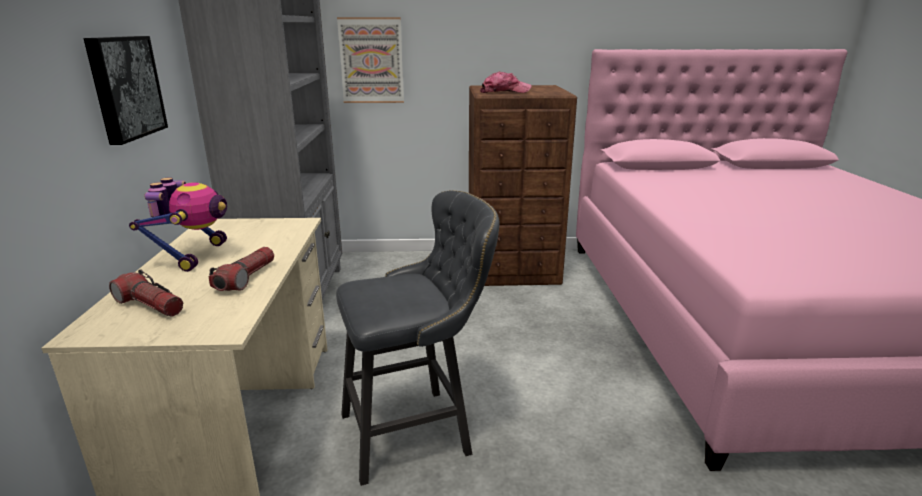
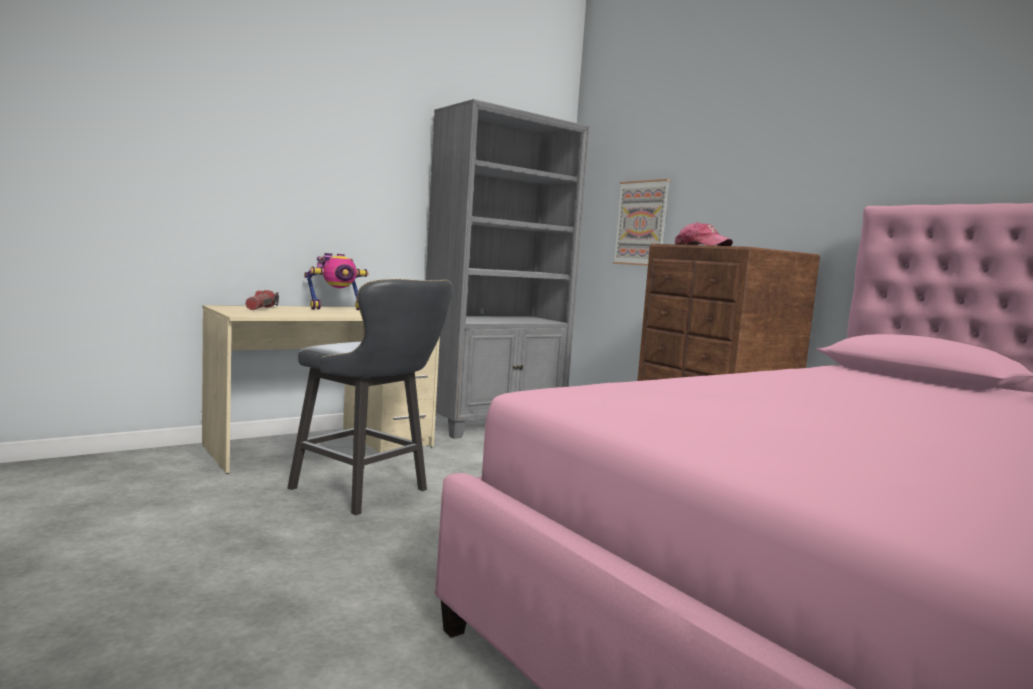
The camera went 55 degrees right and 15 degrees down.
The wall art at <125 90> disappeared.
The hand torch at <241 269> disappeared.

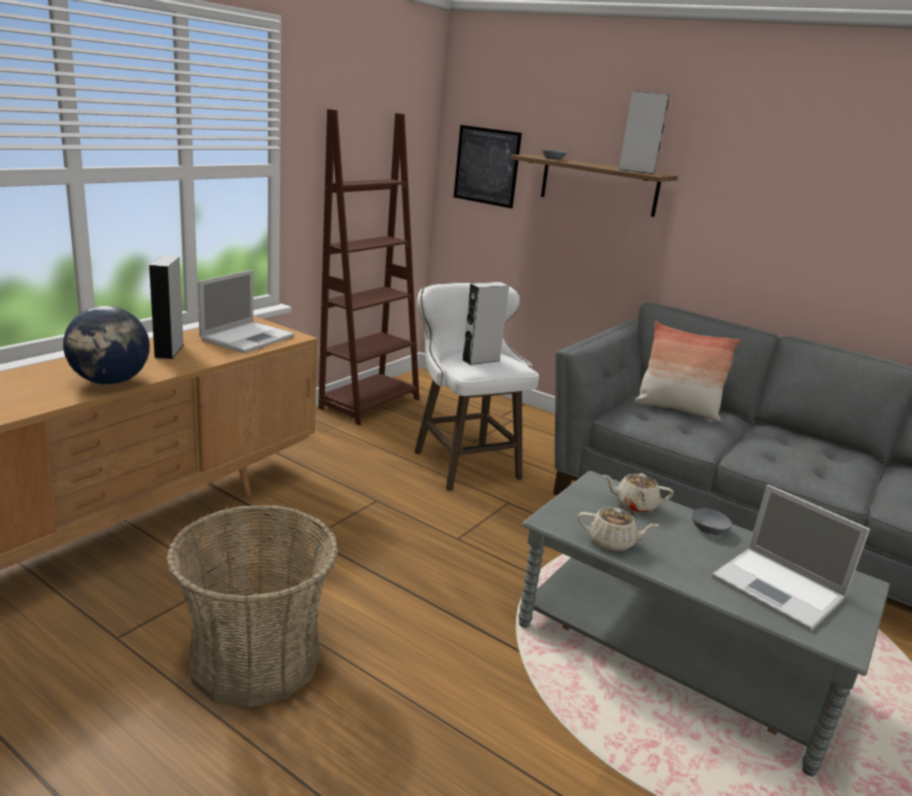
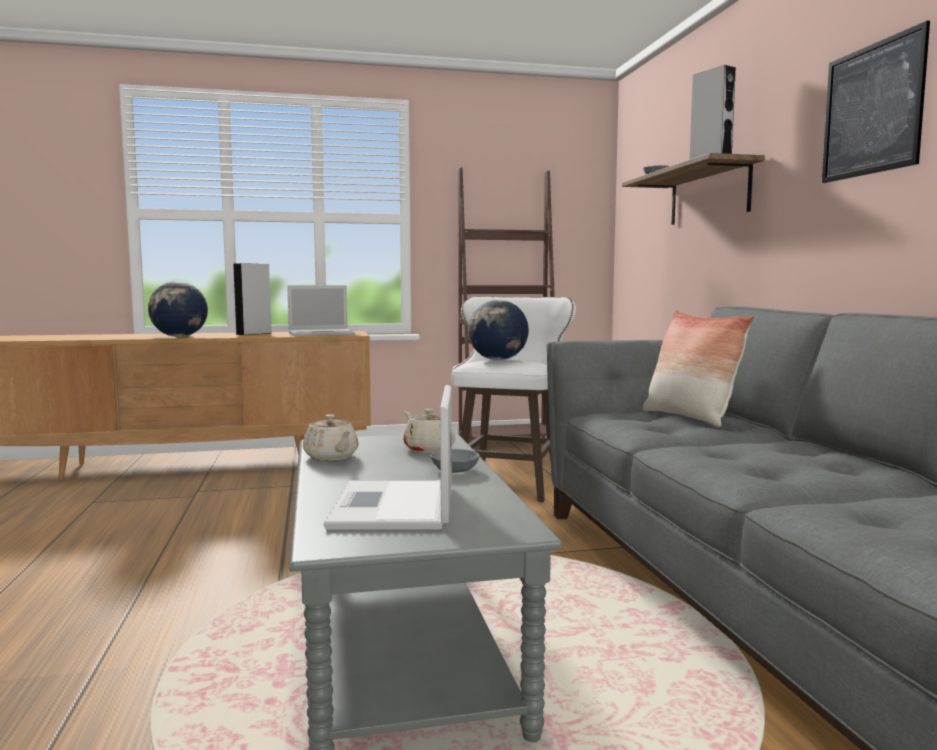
The camera went 45 degrees right and 15 degrees down.
The wall art moved from <488 166> to <876 102>.
The gray loudspeaker at <485 323> was replaced by the world globe at <498 330>.
The basket at <252 605> disappeared.

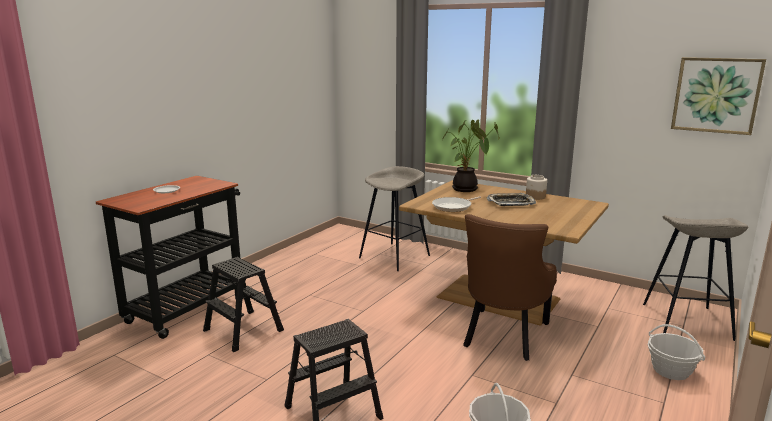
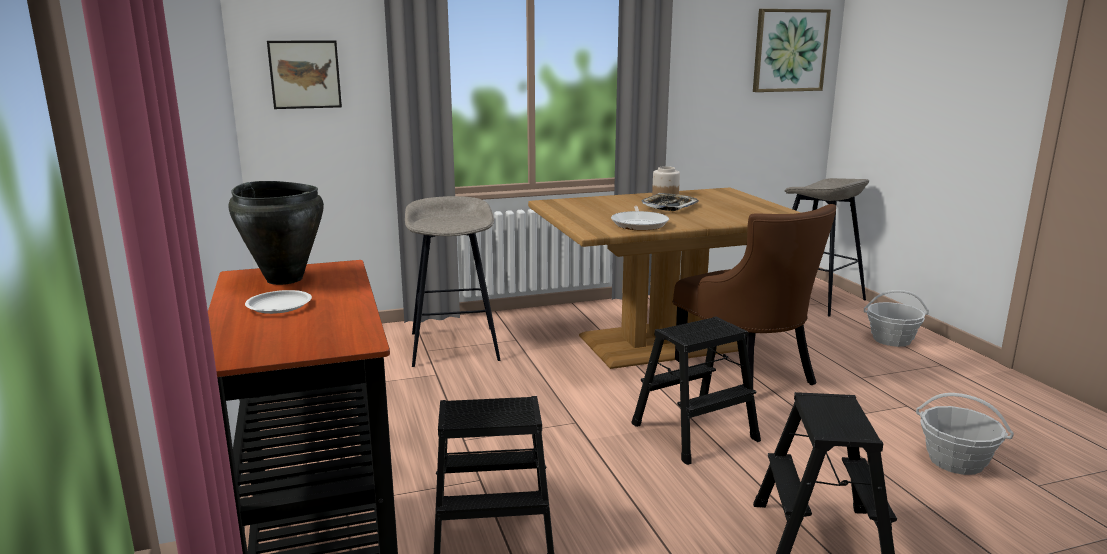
The camera went 50 degrees left and 0 degrees up.
The houseplant at <471 156> disappeared.
The wall art at <304 75> appeared.
The black stockpot at <276 233> appeared.
The black step stool at <696 390> appeared.

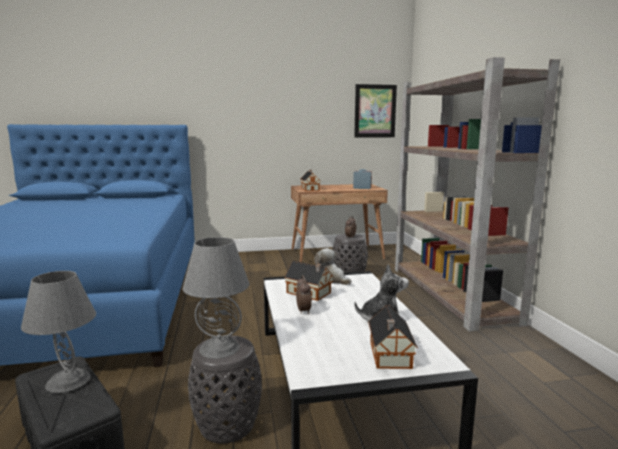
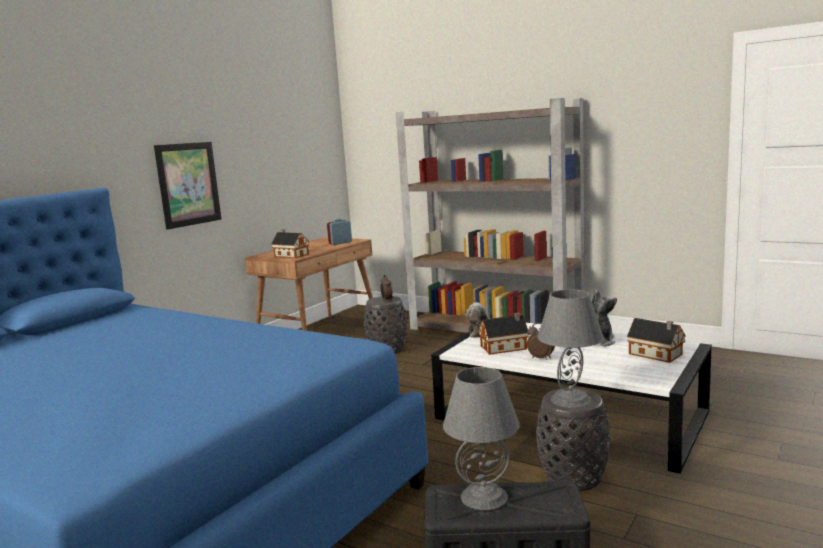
The camera went 45 degrees left and 0 degrees up.
The wall art moved from <375 110> to <187 186>.

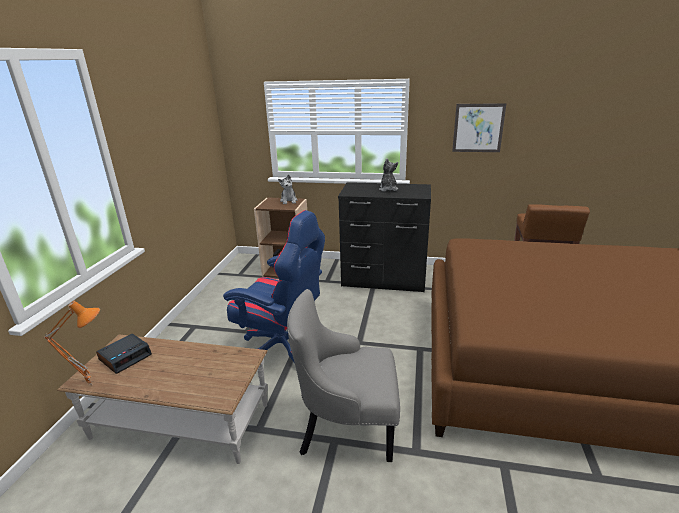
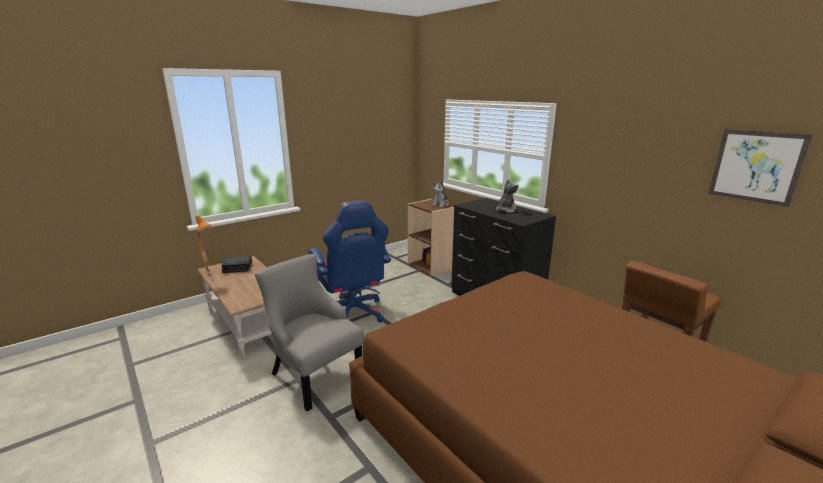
The camera went 40 degrees right and 5 degrees down.
The wall art moved from <479 127> to <760 168>.

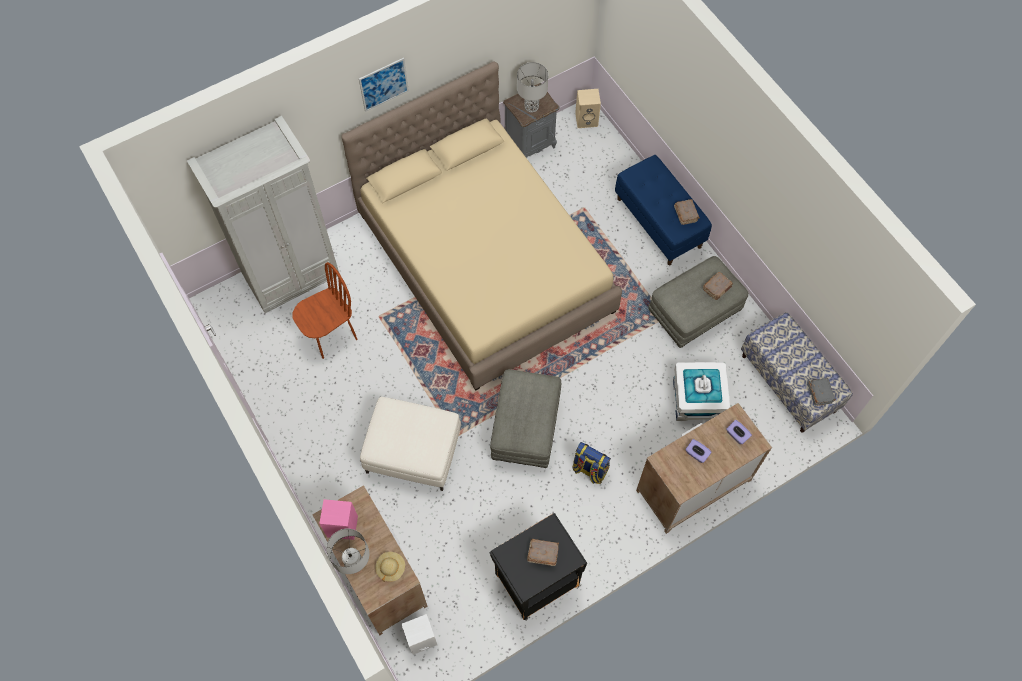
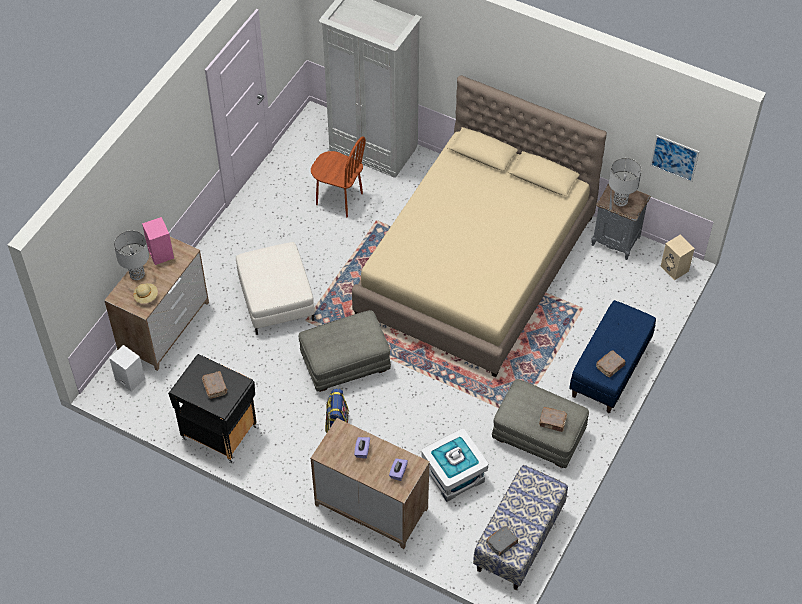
The camera went 60 degrees right and 10 degrees down.
The wall art moved from <384 85> to <674 158>.

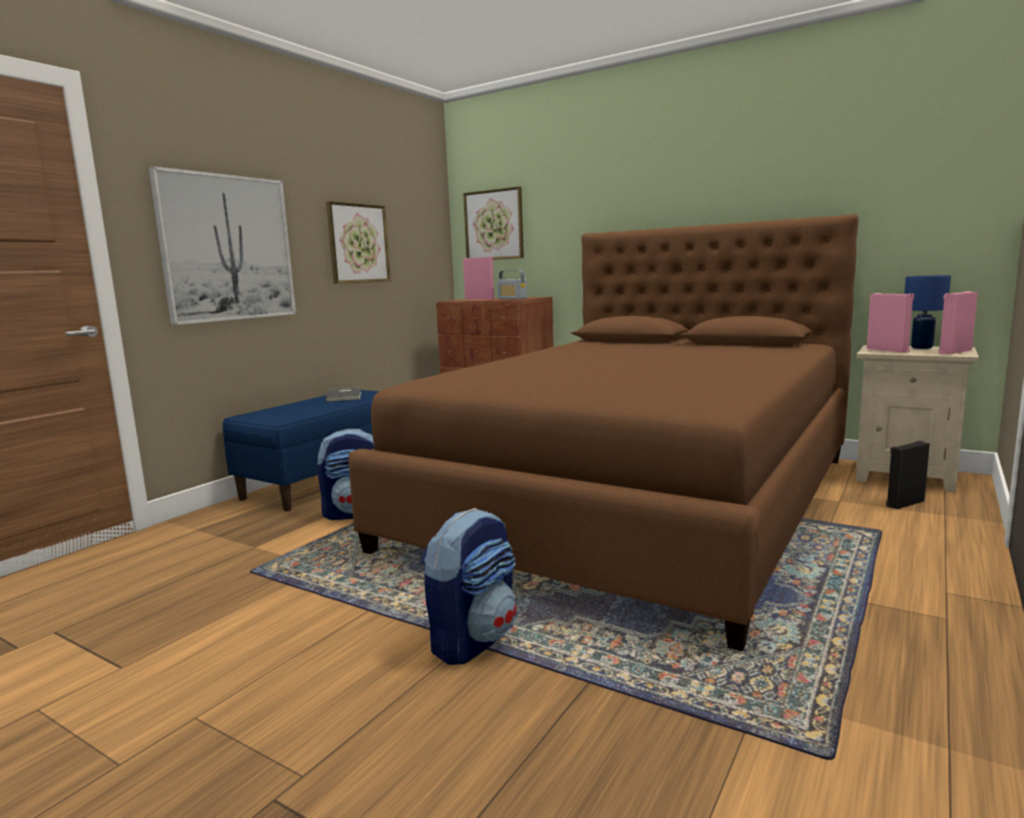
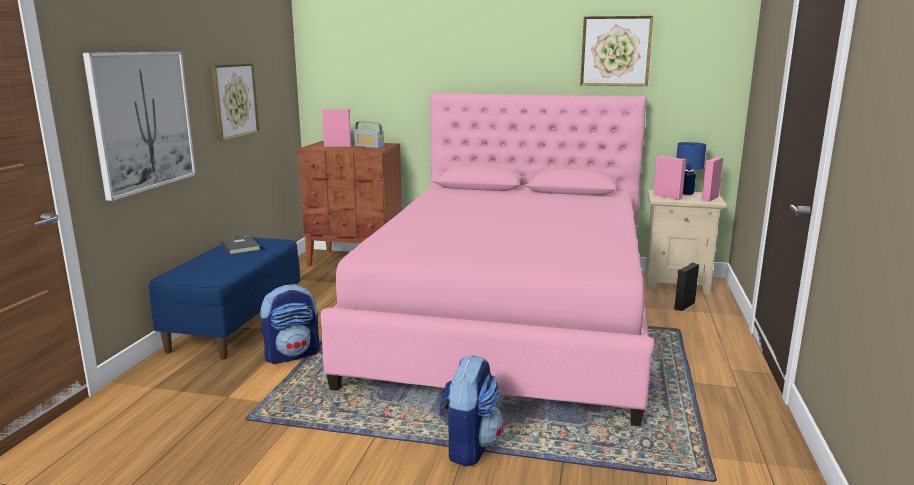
The camera went 20 degrees left and 5 degrees up.
The wall art moved from <493 223> to <616 51>.
The brown bedroom bed at <603 432> became the pink-coloured bedroom bed at <487 259>.

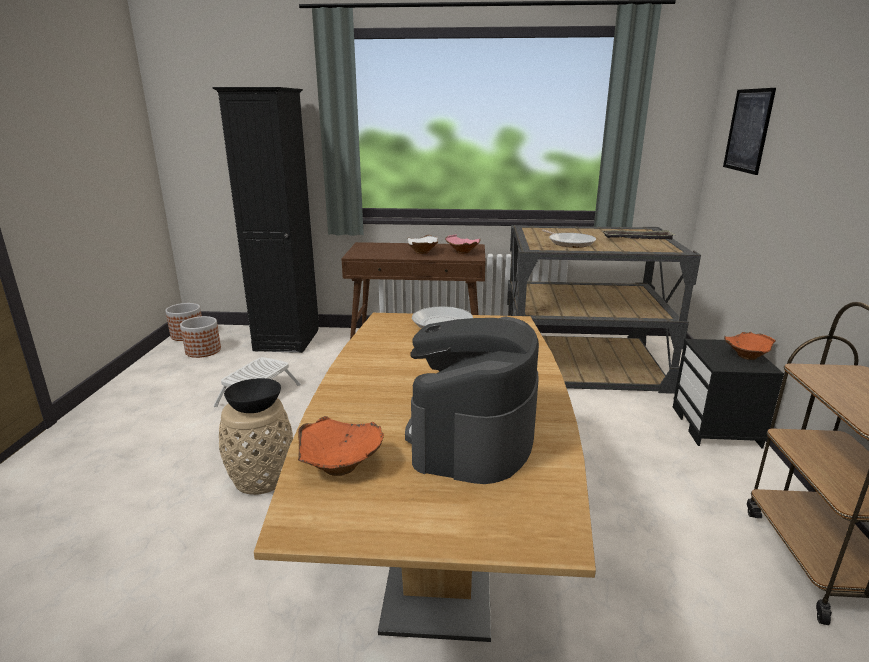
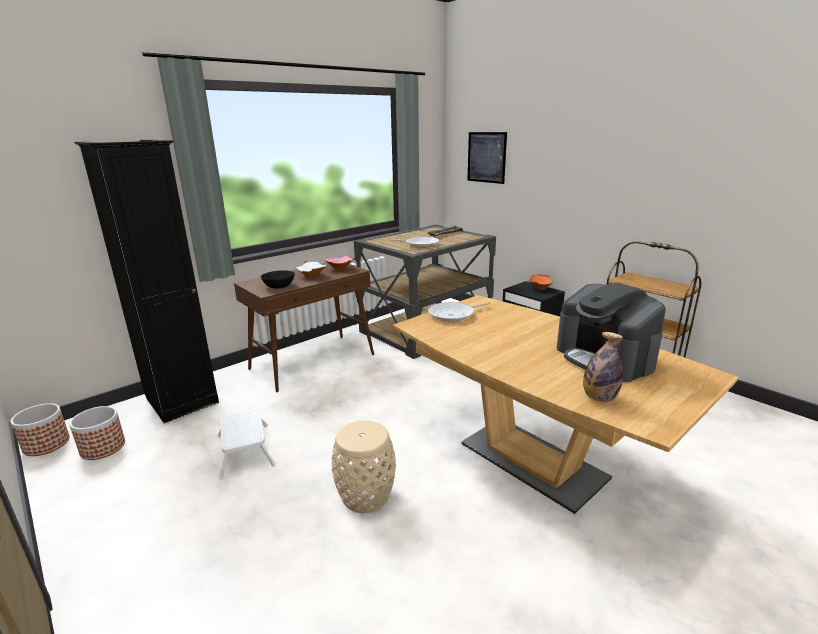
The camera went 45 degrees left and 0 degrees up.
The black serving bowl moved from <252 395> to <278 279>.
The orangey serving bowl at <341 446> was replaced by the bottle at <603 367>.

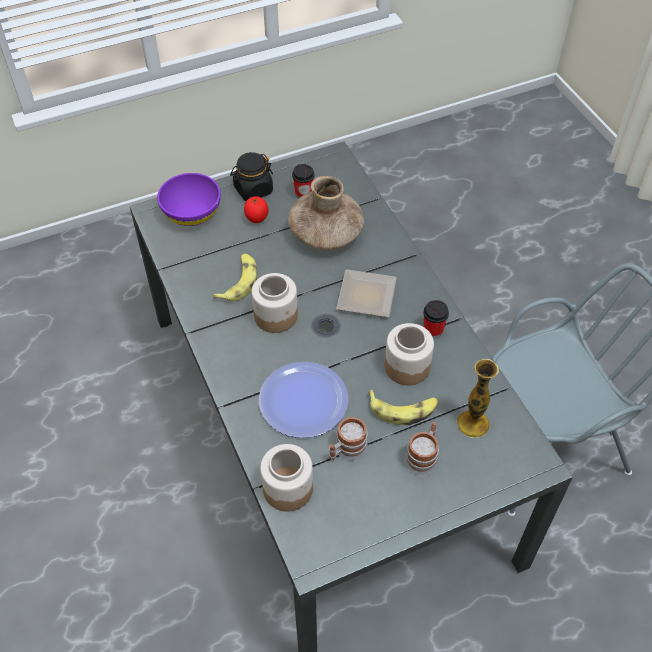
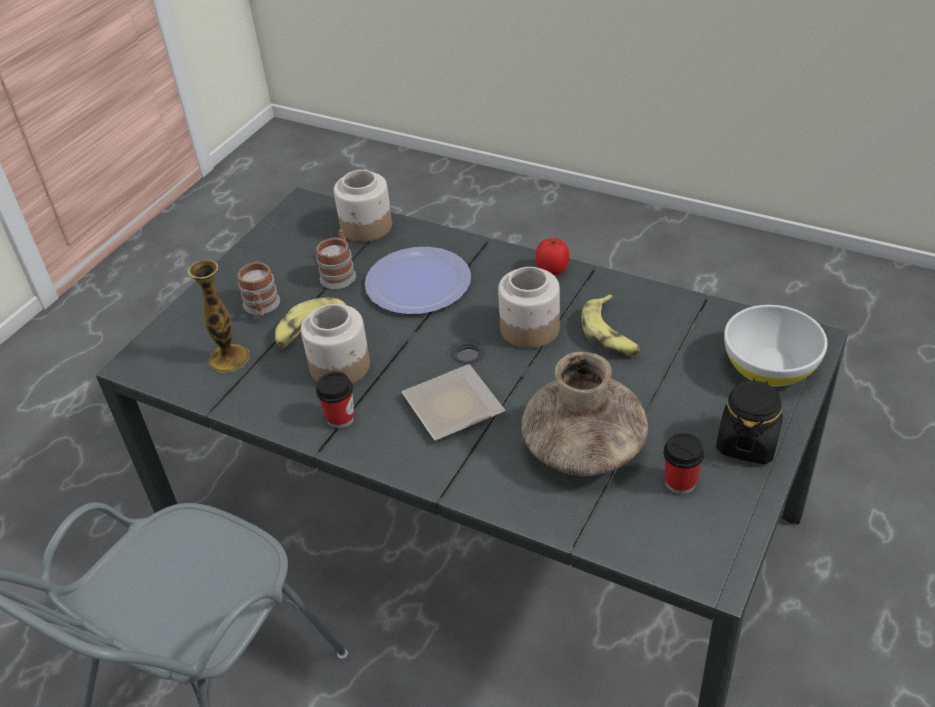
The camera went 145 degrees right and 10 degrees down.
The purplish serving bowl at <189 199> became the whitish serving bowl at <775 345>.
The tomato moved from <256 209> to <552 257>.

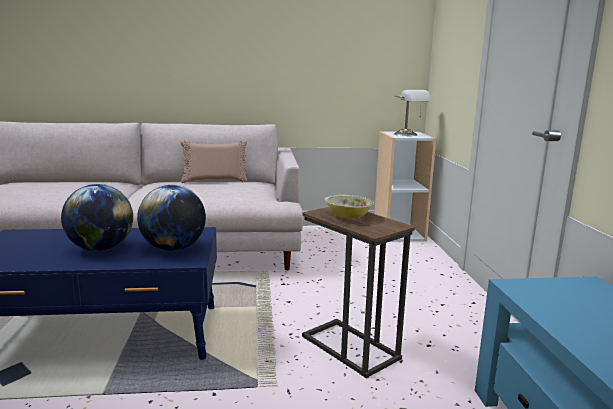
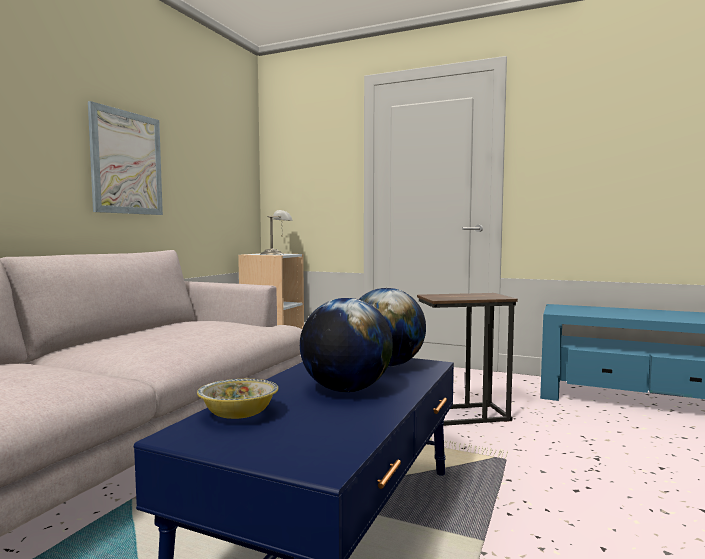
The camera went 60 degrees left and 10 degrees down.
The sand-coloured pillow at <213 162> disappeared.
The serving bowl moved from <349 207> to <237 399>.
The wall art at <125 158> appeared.

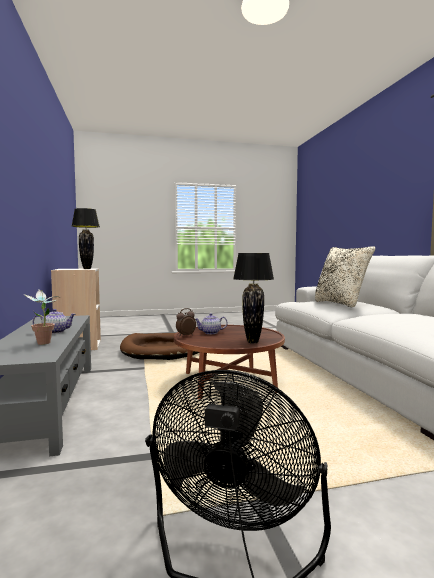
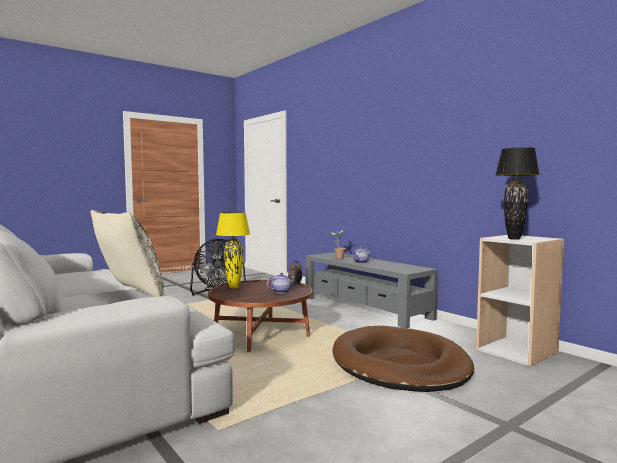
The camera went 155 degrees right and 0 degrees up.
The black tabletop lamp at <253 298> became the yellow tabletop lamp at <233 250>.

